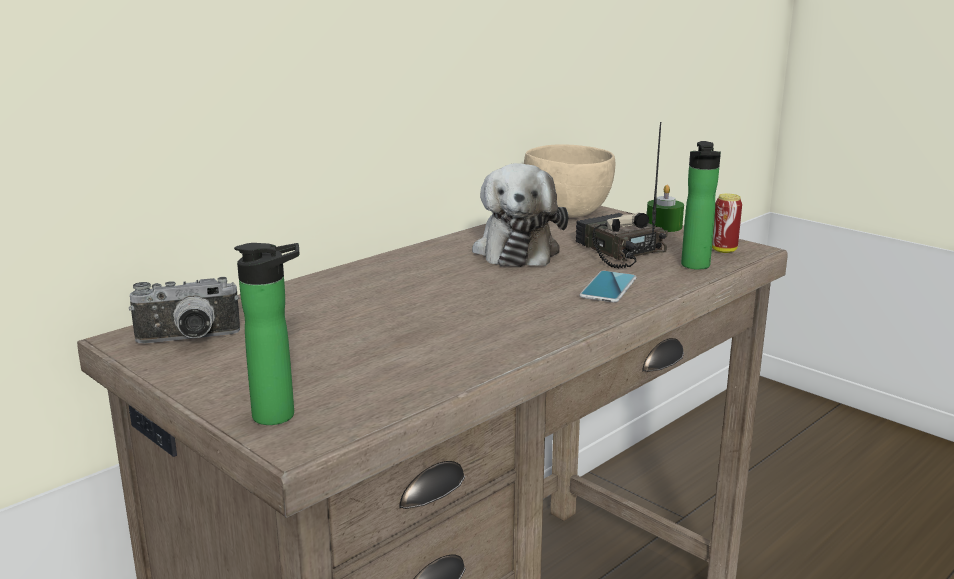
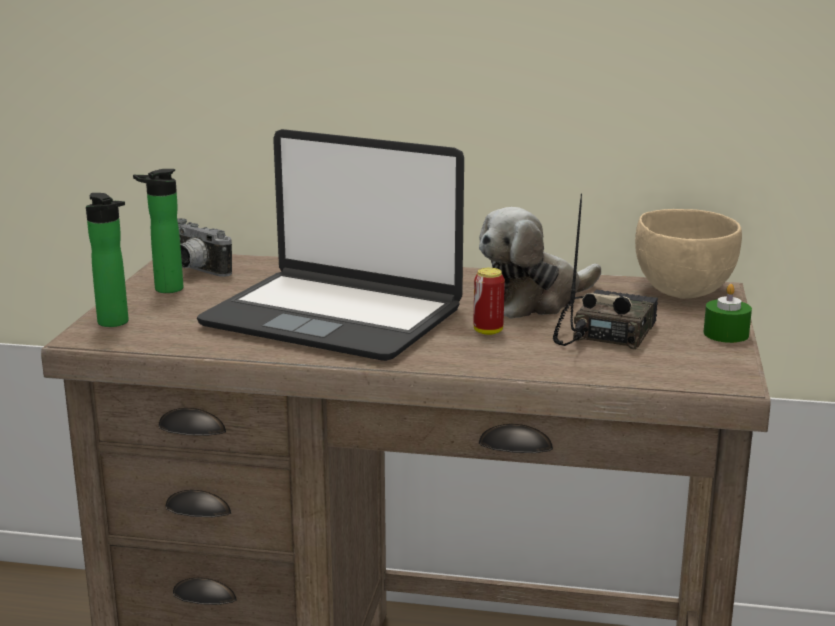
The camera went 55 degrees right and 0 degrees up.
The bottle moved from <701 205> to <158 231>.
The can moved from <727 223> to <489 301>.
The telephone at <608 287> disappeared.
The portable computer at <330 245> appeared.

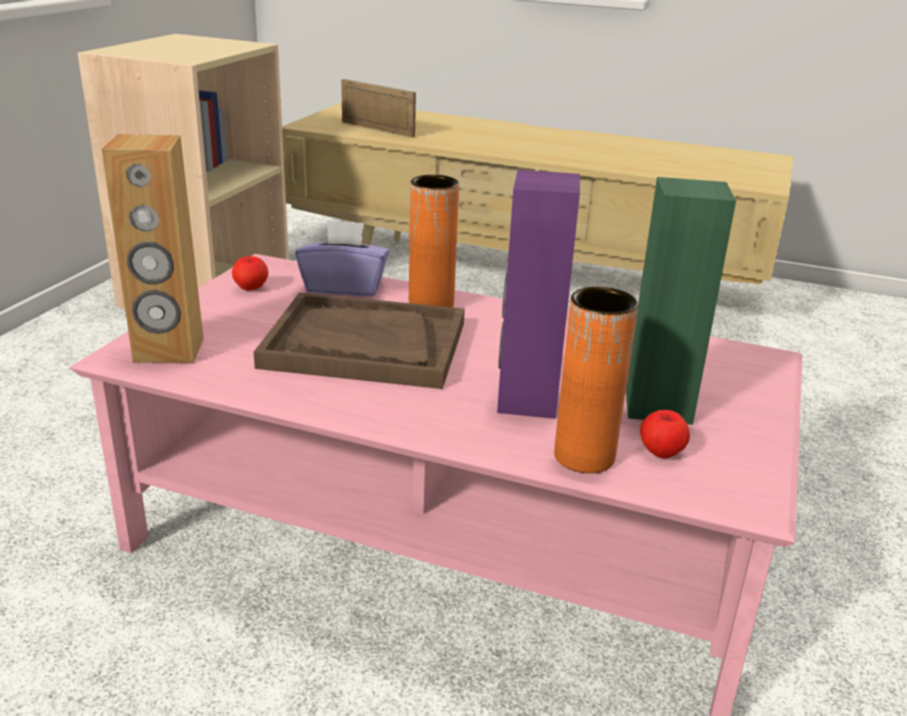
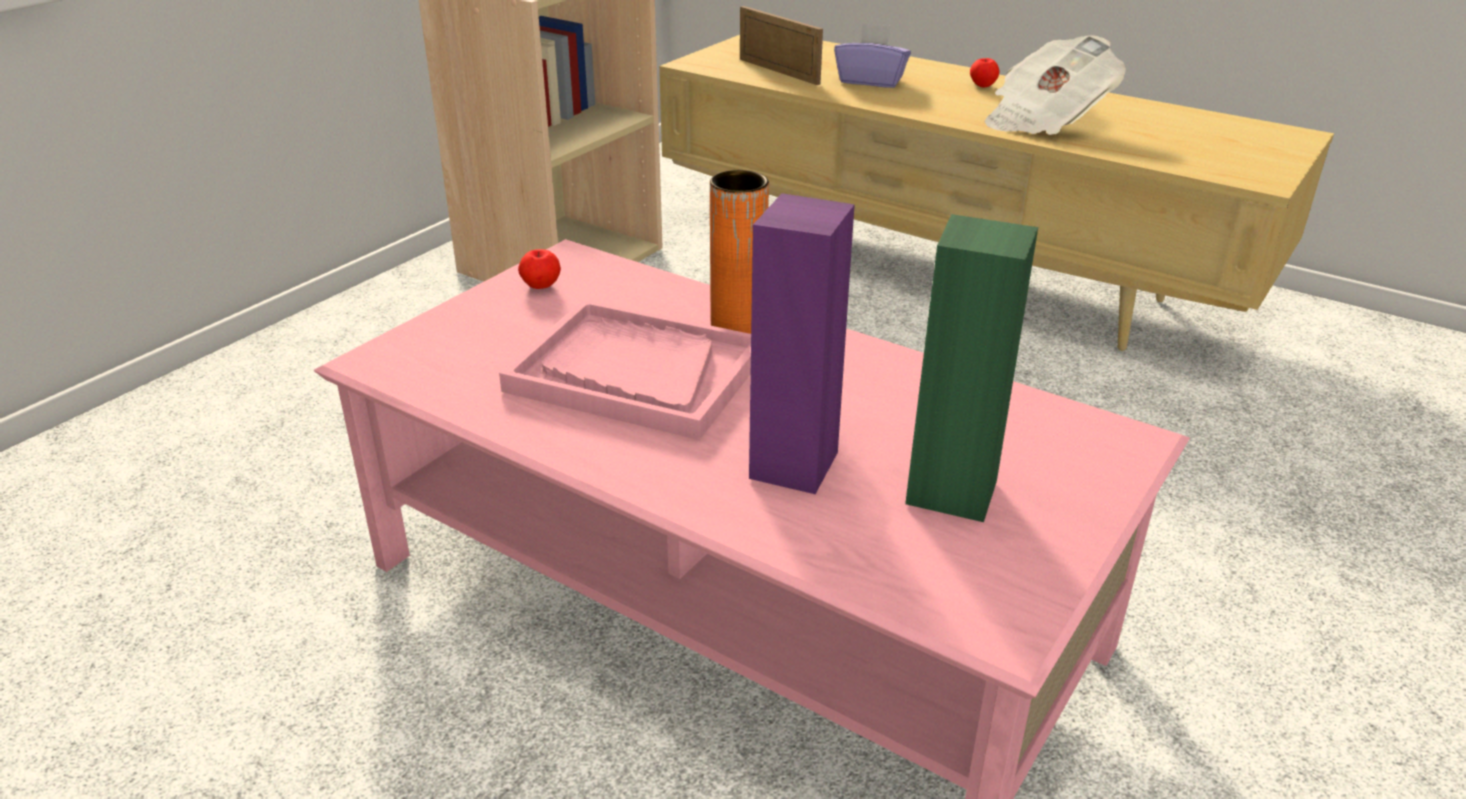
The camera went 15 degrees right and 5 degrees up.
The brown loudspeaker at <153 248> disappeared.
The purplish tissue box moved from <342 258> to <872 55>.
The orangey flower vase at <596 380> disappeared.
The brown carrying tray at <359 340> became the pink-coloured carrying tray at <625 369>.
The whole apple moved from <665 434> to <985 72>.
The printed paper at <1055 85> appeared.

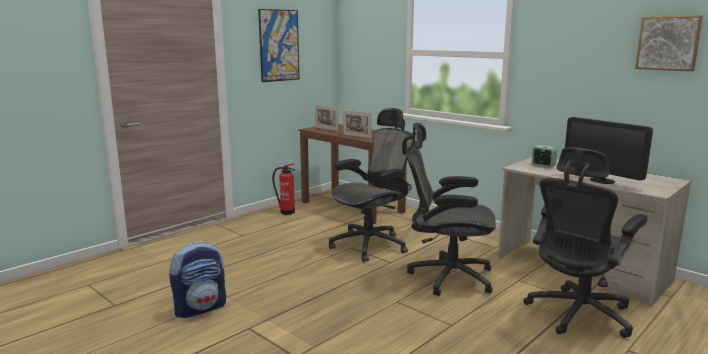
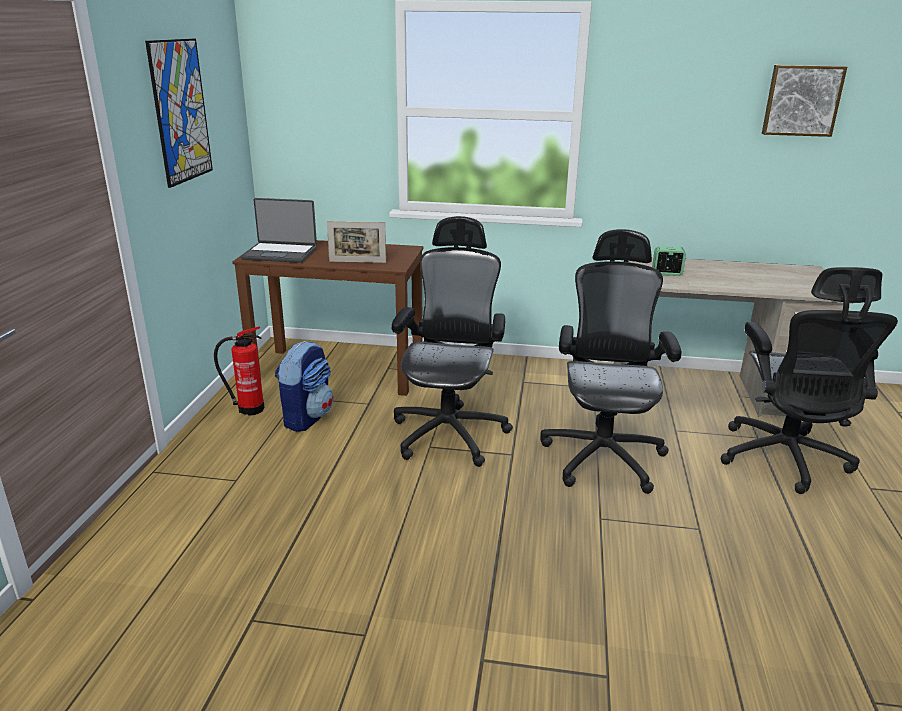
The camera went 35 degrees left and 10 degrees up.
The standing frame at <326 118> was replaced by the portable computer at <279 230>.
The computer display at <609 150> disappeared.
The office chair at <449 209> turned 120 degrees clockwise.
The rucksack moved from <197 279> to <304 386>.

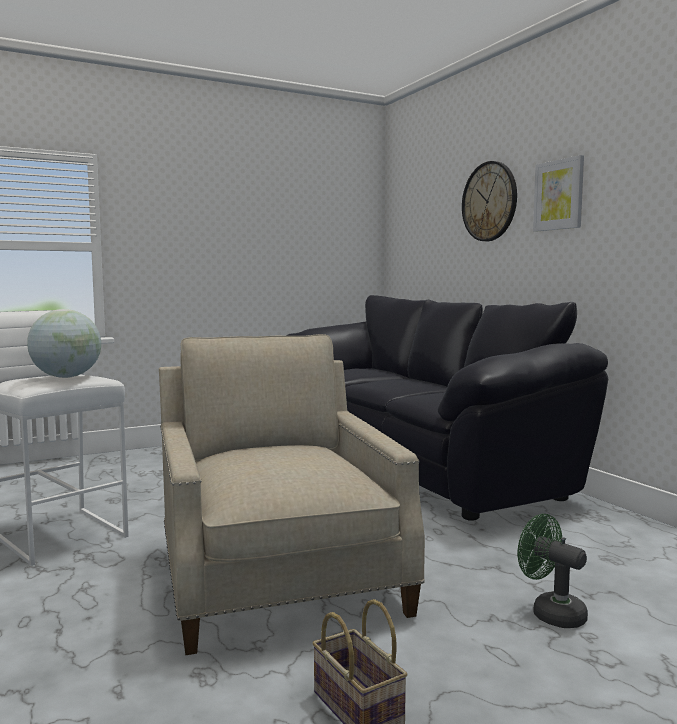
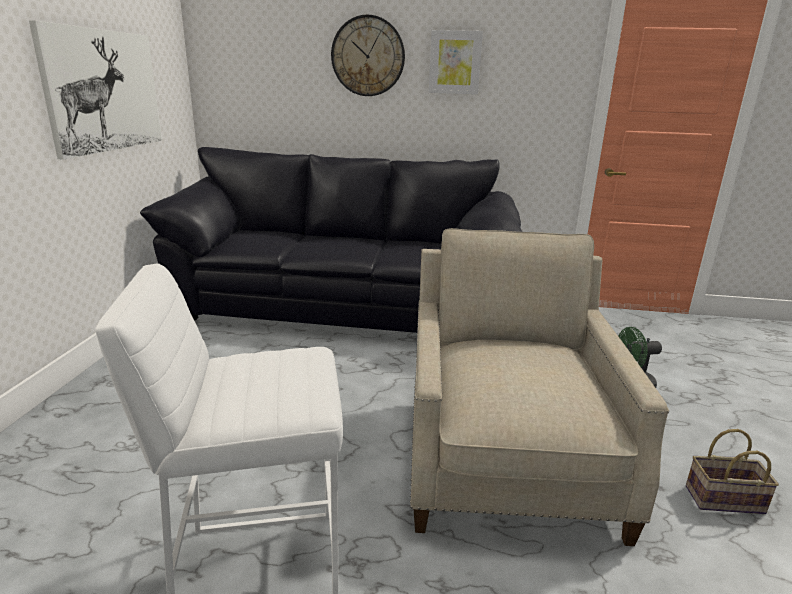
The camera went 55 degrees left and 15 degrees up.
The world globe at <64 343> disappeared.
The sand-coloured easy chair at <292 494> turned 75 degrees clockwise.
The wall art at <95 90> appeared.

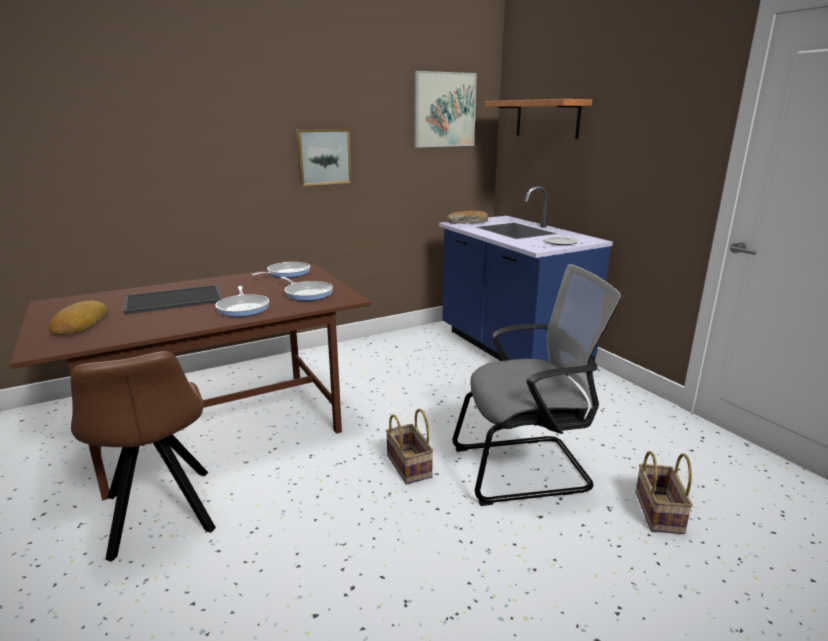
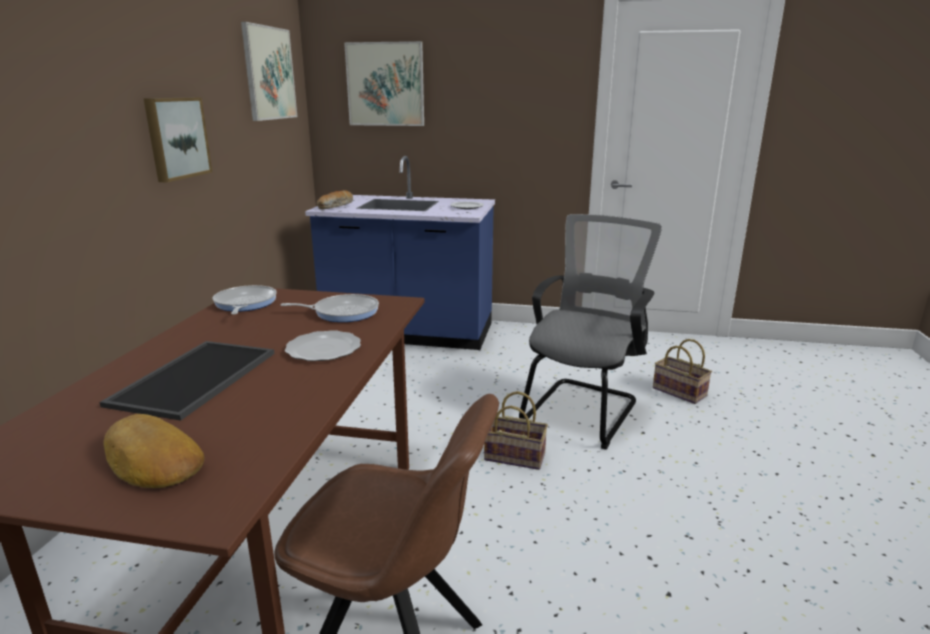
The camera went 50 degrees left and 0 degrees up.
The bracket shelf at <538 119> was replaced by the wall art at <384 83>.
The pan at <242 301> was replaced by the dinner plate at <323 345>.

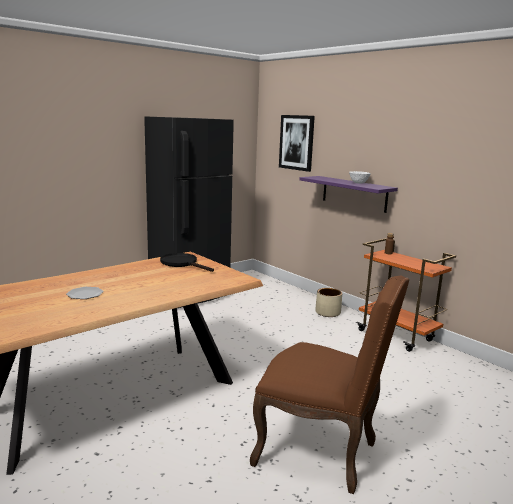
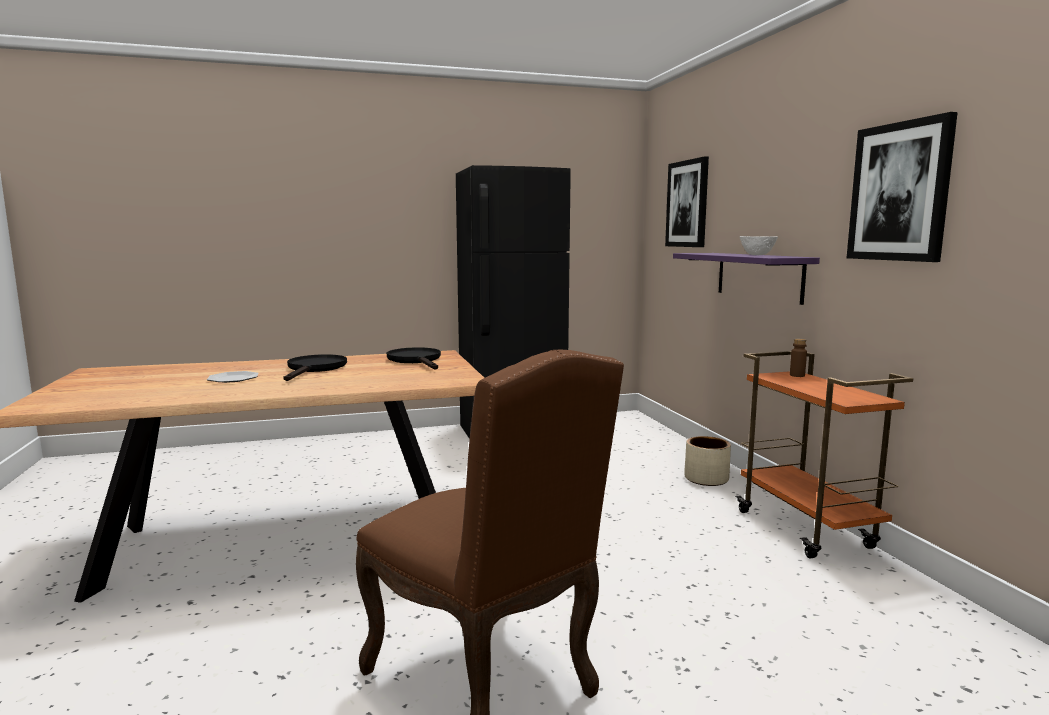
The camera went 25 degrees right and 5 degrees down.
The wall art at <902 187> appeared.
The black pan at <315 367> appeared.

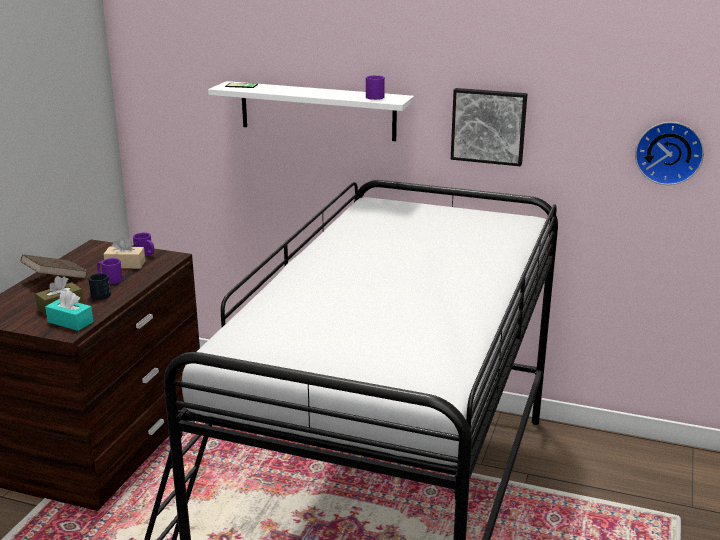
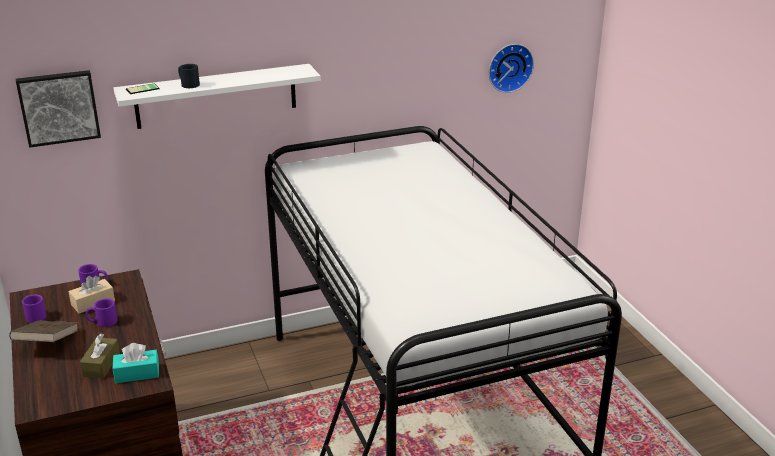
The camera went 40 degrees left and 5 degrees up.
The purplish mug moved from <375 87> to <34 308>.
The wall art moved from <489 127> to <58 109>.
The black mug moved from <99 286> to <189 76>.

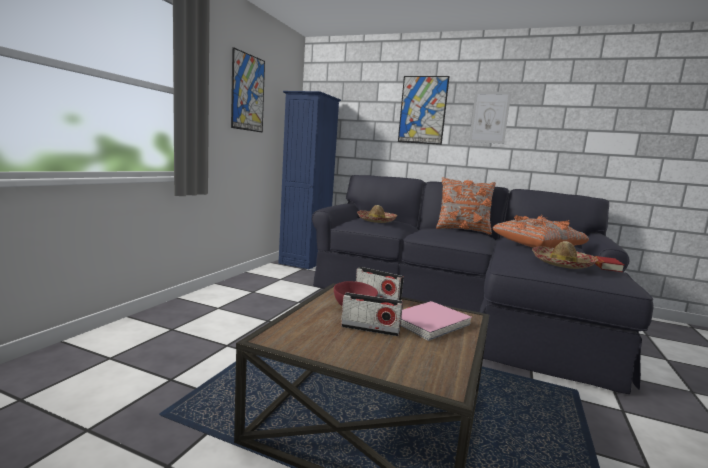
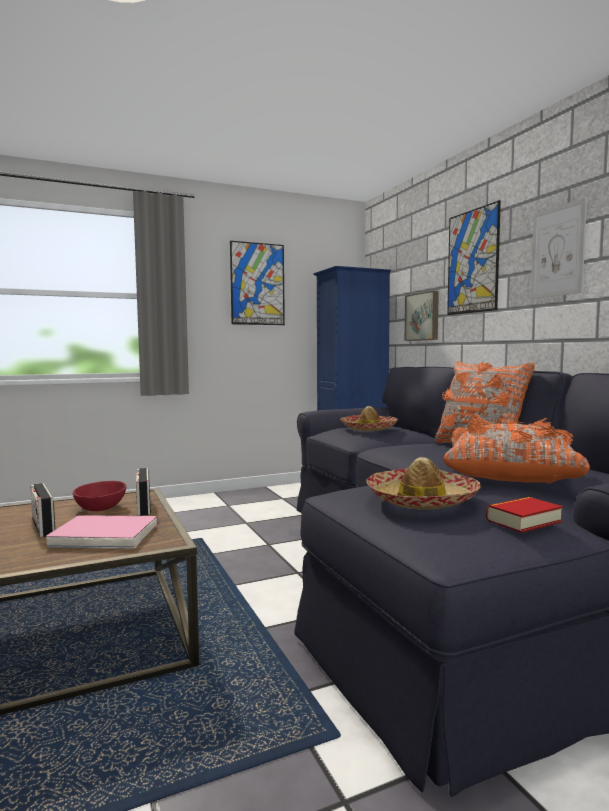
The camera went 45 degrees right and 5 degrees down.
The wall art at <422 316> appeared.

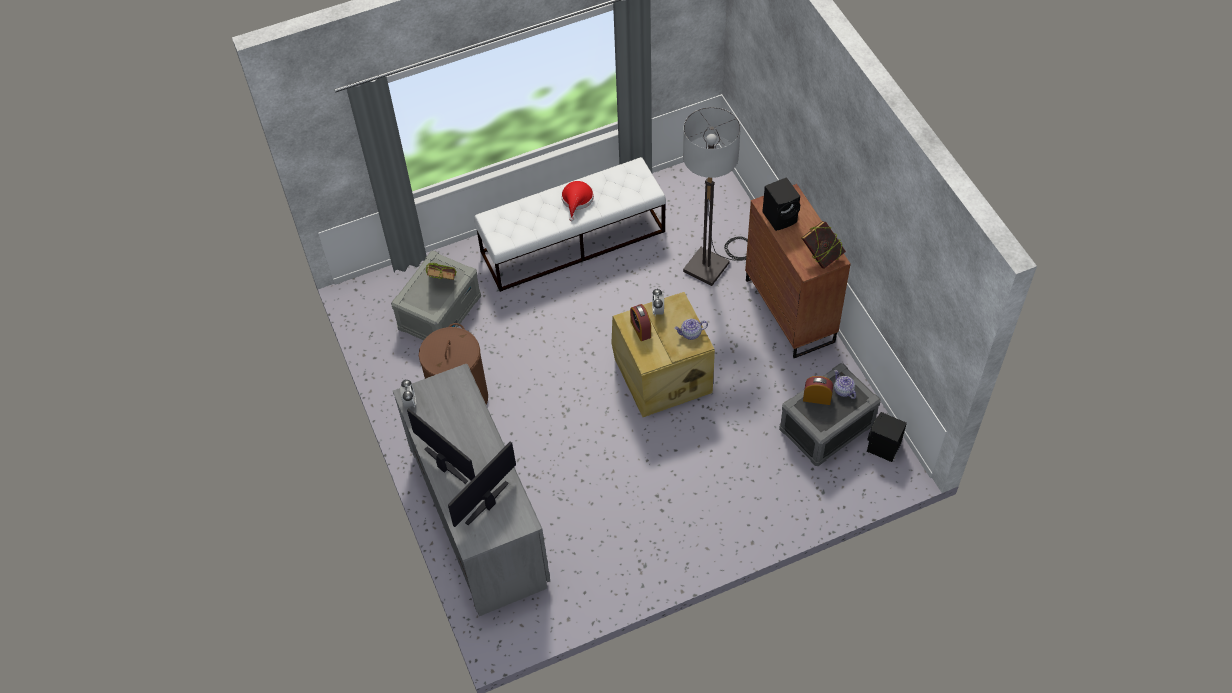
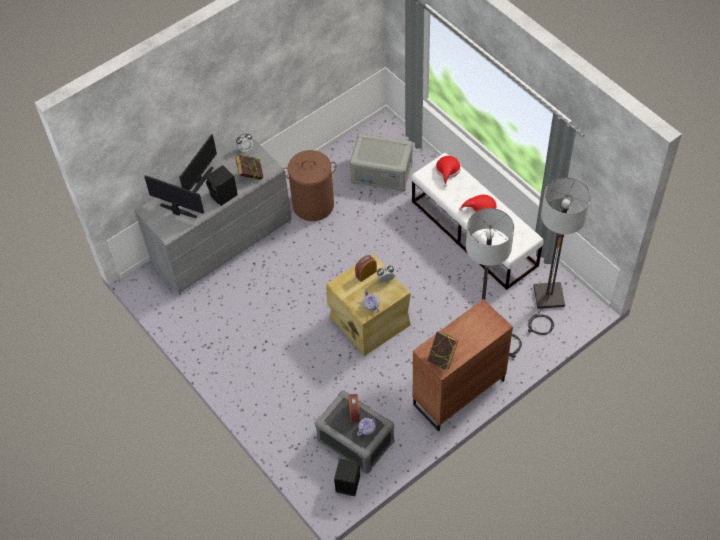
The camera went 75 degrees right and 0 degrees up.
The black loudspeaker moved from <781 204> to <222 185>.
The book moved from <441 271> to <249 167>.
The red clothing hat at <448 171> appeared.
The standing lamp at <559 256> appeared.

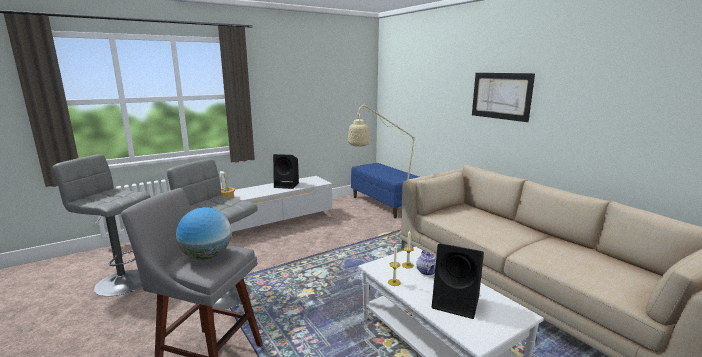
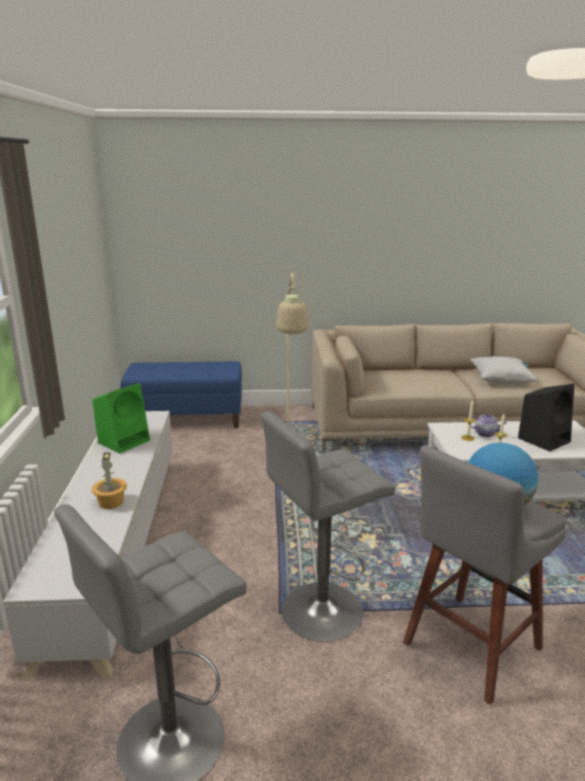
The camera went 60 degrees left and 5 degrees up.
The wall art at <503 97> disappeared.
The black loudspeaker at <286 171> became the greenish loudspeaker at <121 418>.
The gray pillow at <503 369> appeared.

